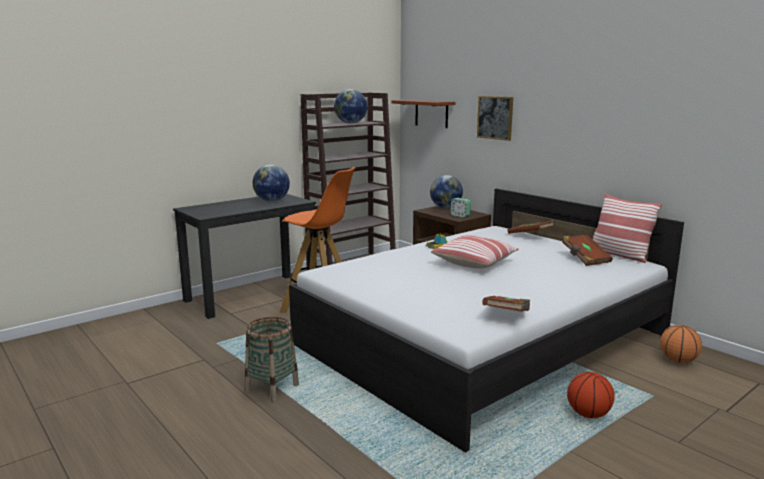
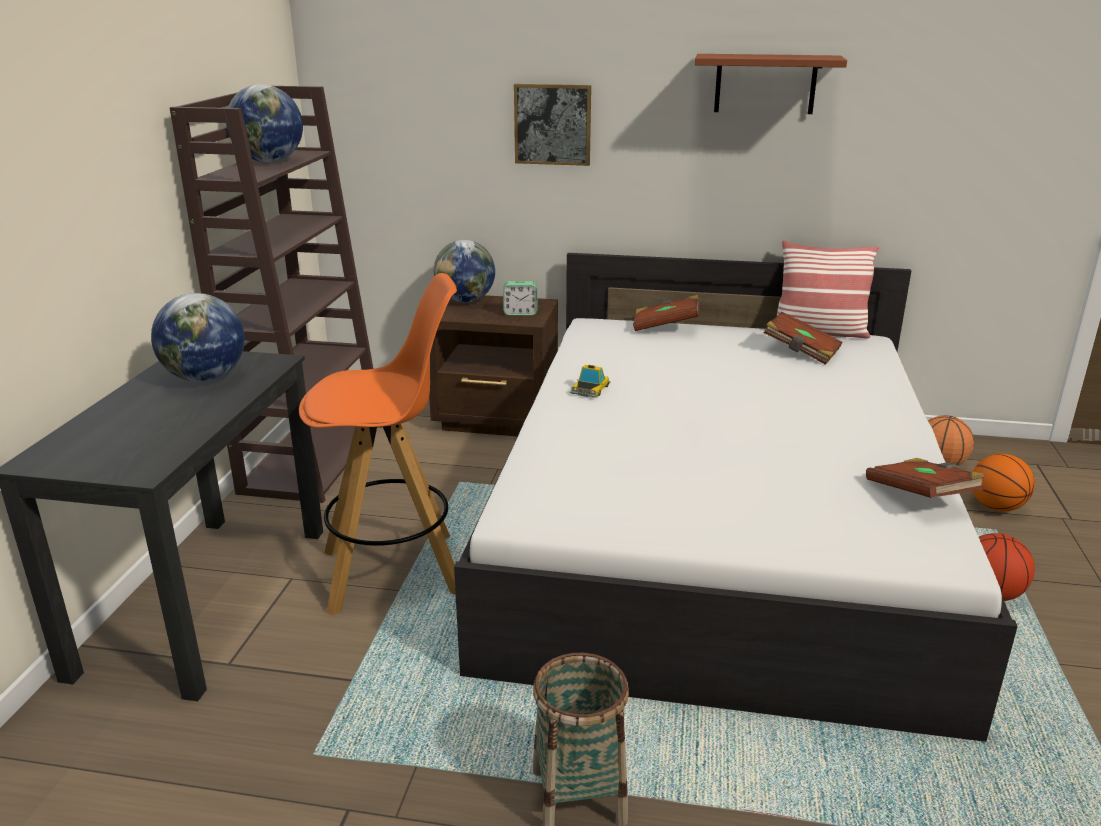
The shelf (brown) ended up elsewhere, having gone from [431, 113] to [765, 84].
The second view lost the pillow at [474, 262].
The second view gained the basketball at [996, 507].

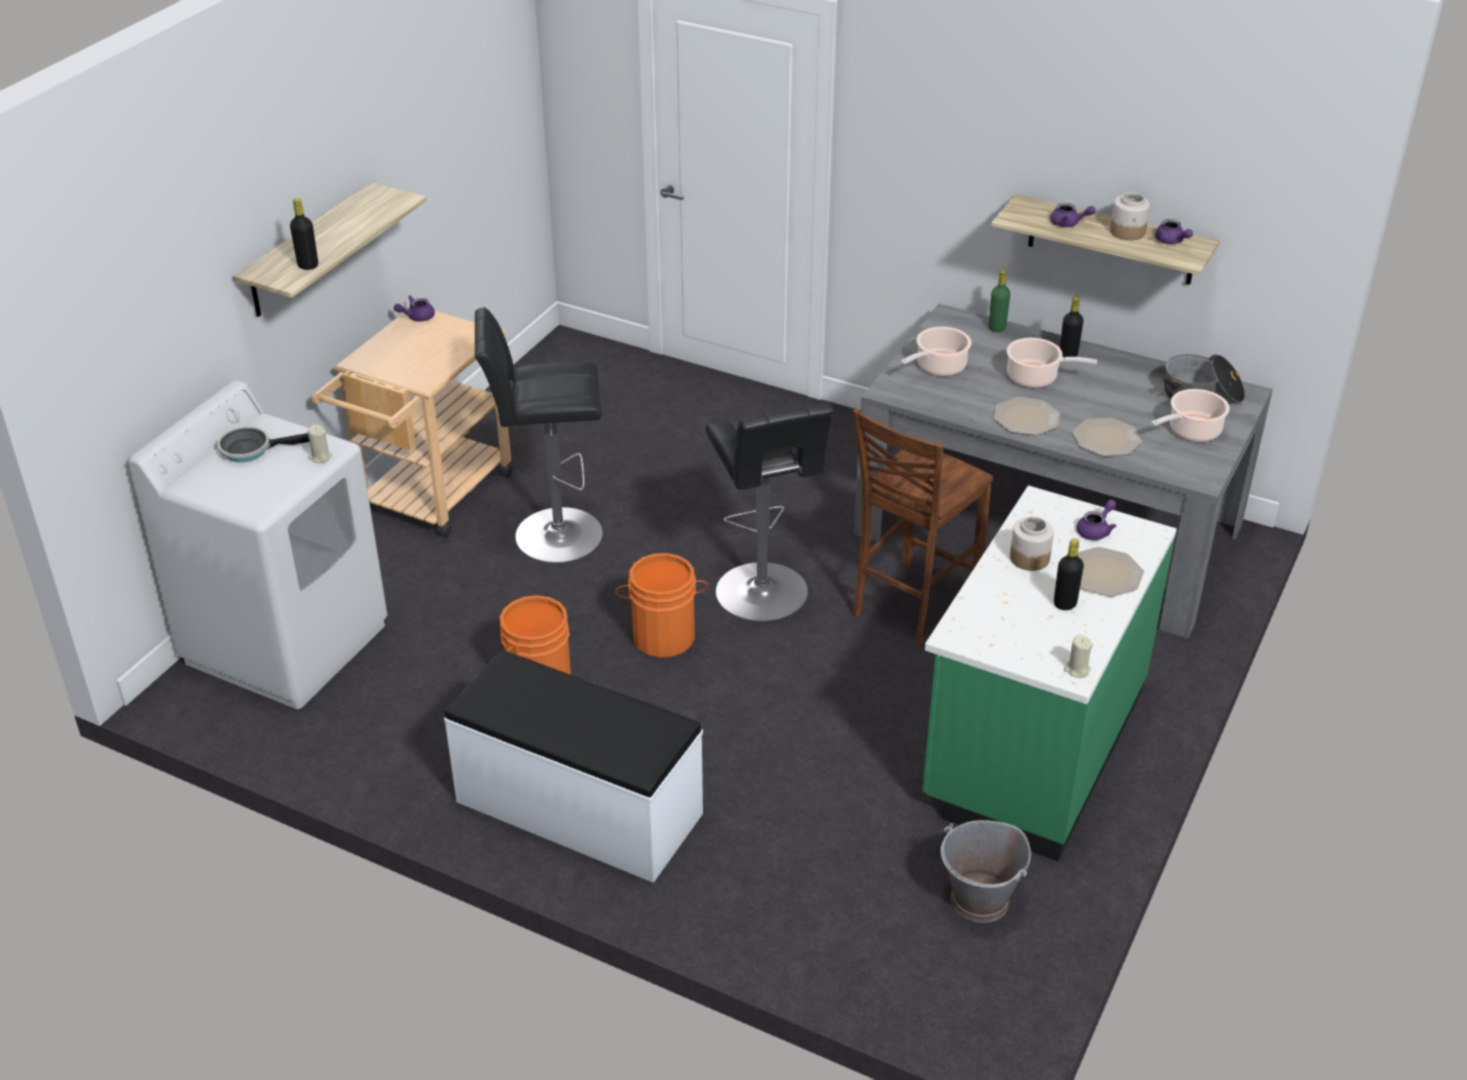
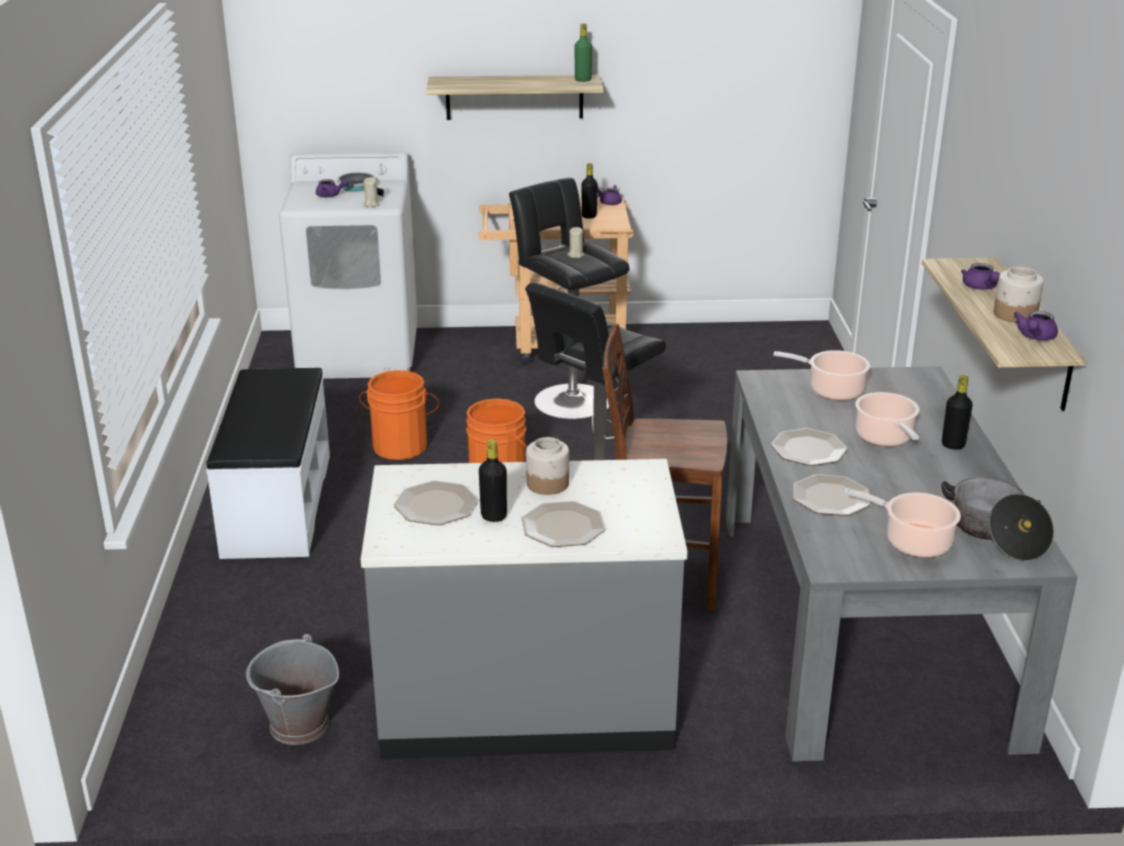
The bottle (black) ended up elsewhere, having gone from [308, 265] to [589, 216].
What was the counter (green) at [1031, 747] turned into the counter (grey) at [526, 700].
The bottle (green) ended up elsewhere, having gone from [997, 327] to [583, 80].
The candle (beige) ended up elsewhere, having gone from [1077, 670] to [575, 255].
The teapot (purple) ended up elsewhere, having gone from [1096, 530] to [331, 195].
The second view gained the plate at [436, 505].

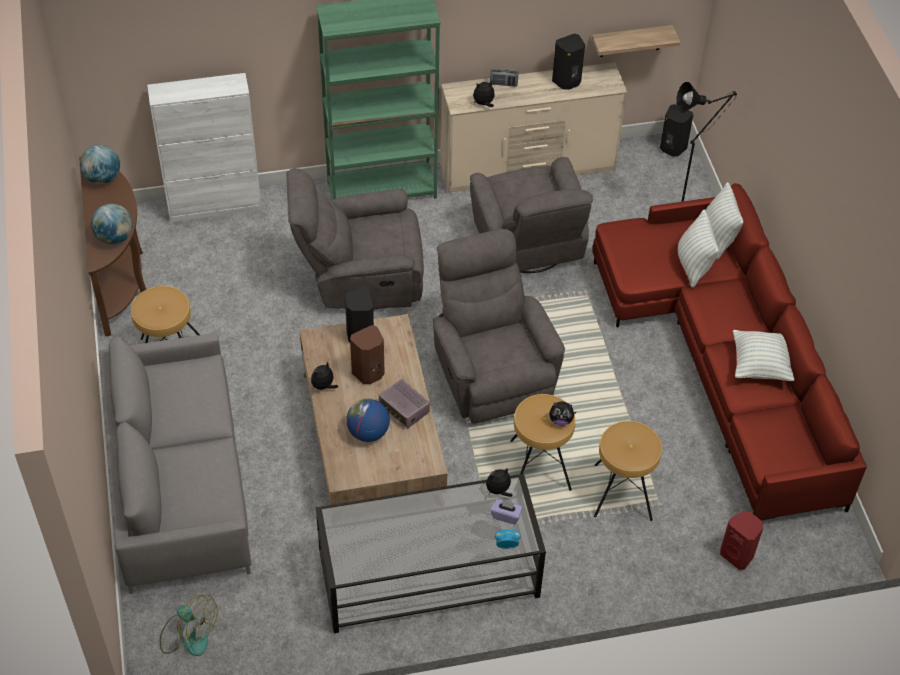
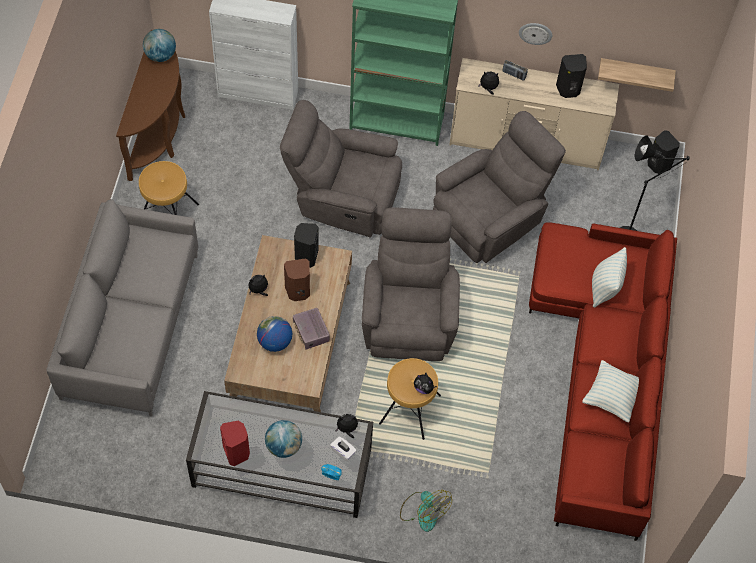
The globe ended up elsewhere, having gone from [115, 238] to [284, 446].
The fan ended up elsewhere, having gone from [188, 634] to [423, 511].
The armchair (grey) at [529, 249] ended up facing another way, 135 degrees counterclockwise from before.
What was the tissue box (purple) at [506, 515] turned into the tissue box (white) at [343, 451].
The second view lost the stool (brown) at [622, 492].
The second view lost the pillow at [717, 238].
The speaker (red) ended up elsewhere, having gone from [737, 555] to [237, 452].
The second view gained the wall clock at [535, 33].

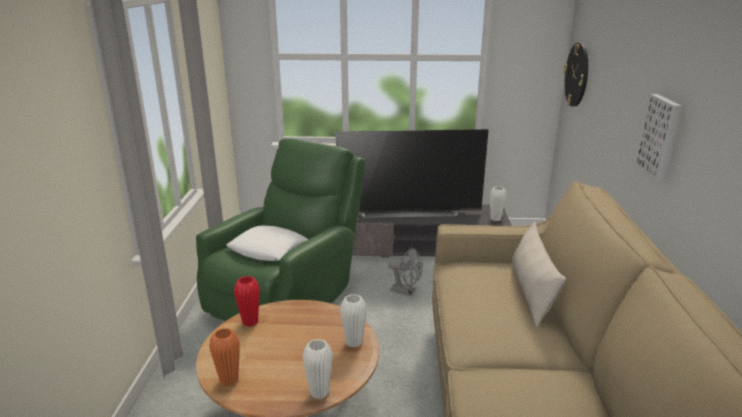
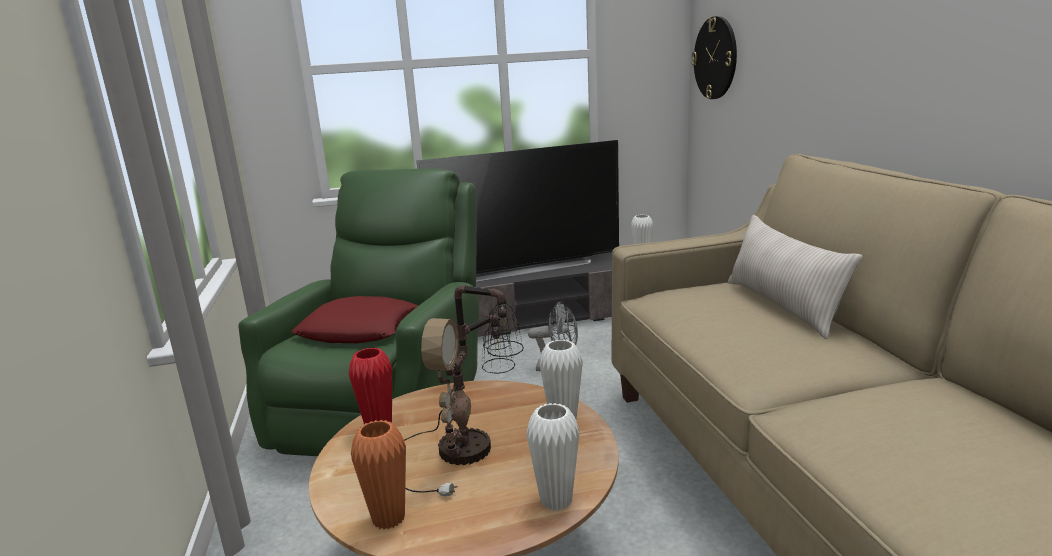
What was the pillow (white) at [268, 249] turned into the pillow (red) at [359, 330].
The second view lost the picture at [661, 137].
The second view gained the table lamp at [468, 448].

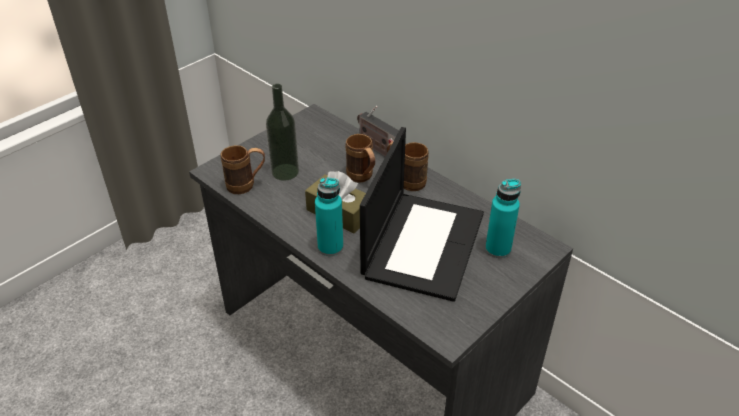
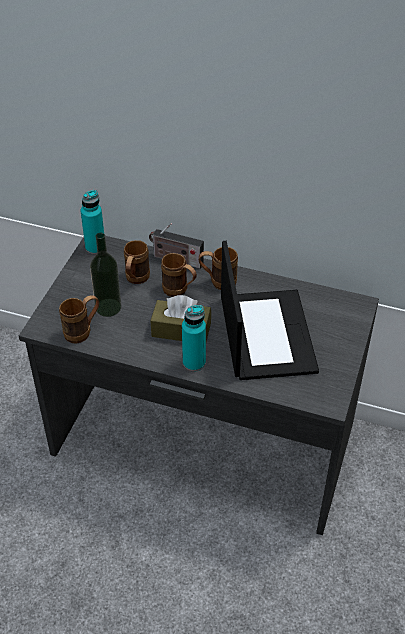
The bottle (turquoise) ended up elsewhere, having gone from [498, 249] to [95, 247].
The second view gained the mug (brown) at [135, 280].

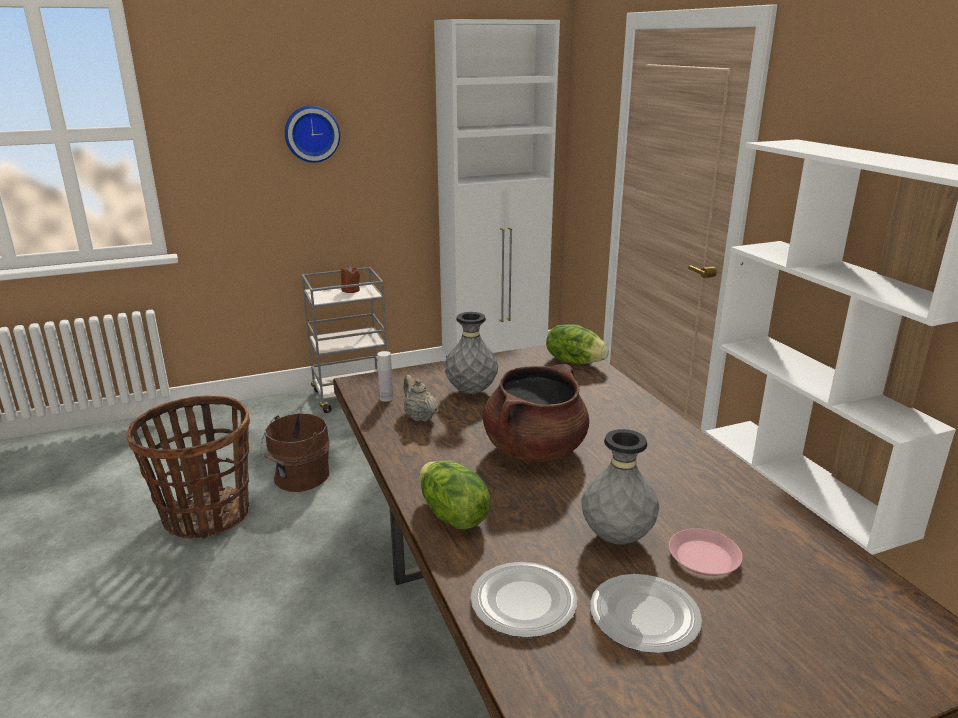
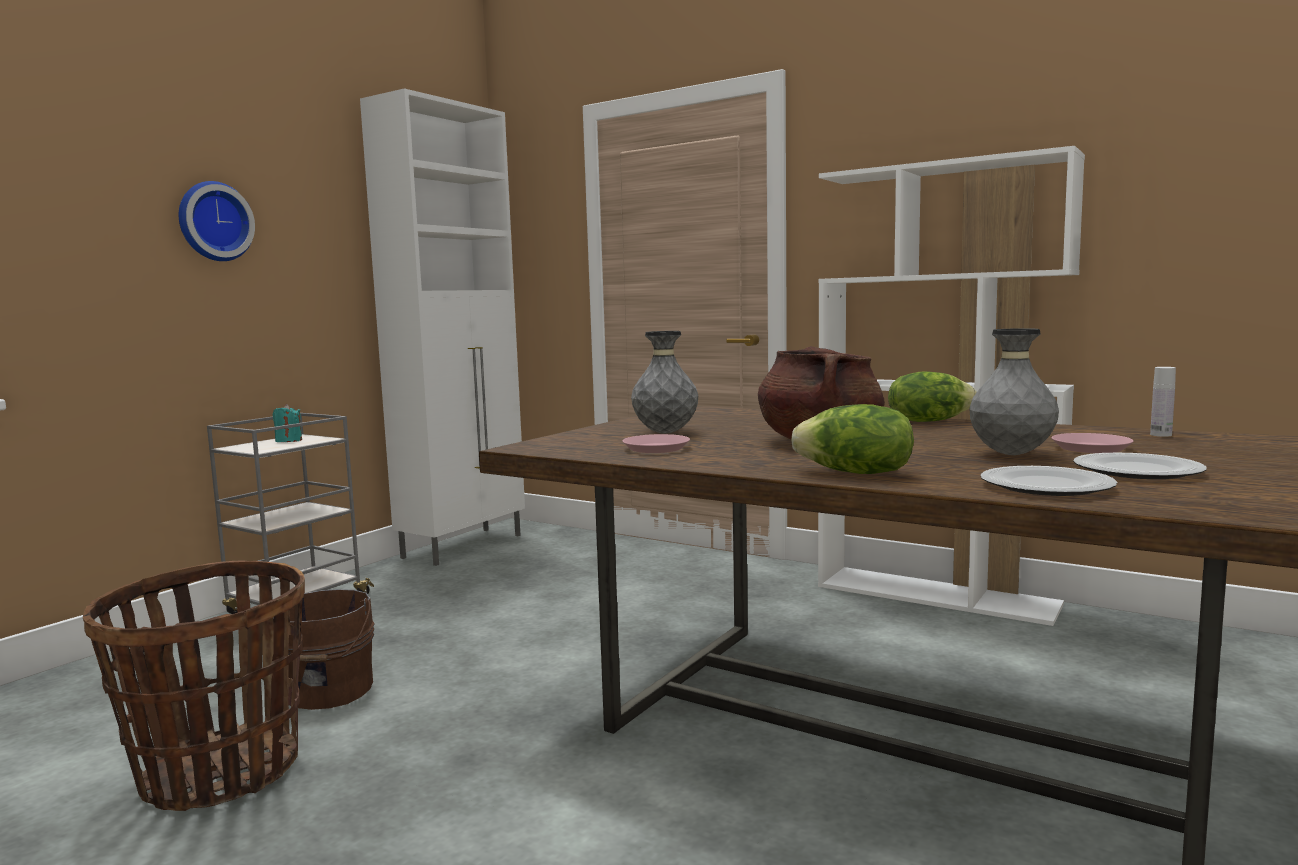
What was the candle (brown) at [351, 290] turned into the candle (turquoise) at [288, 440].
The bottle (white) ended up elsewhere, having gone from [386, 398] to [1161, 435].
Where the teapot (beige) stood at [420, 417], the plate (pink) came to stand at [656, 448].
The lettuce ended up elsewhere, having gone from [574, 361] to [928, 421].

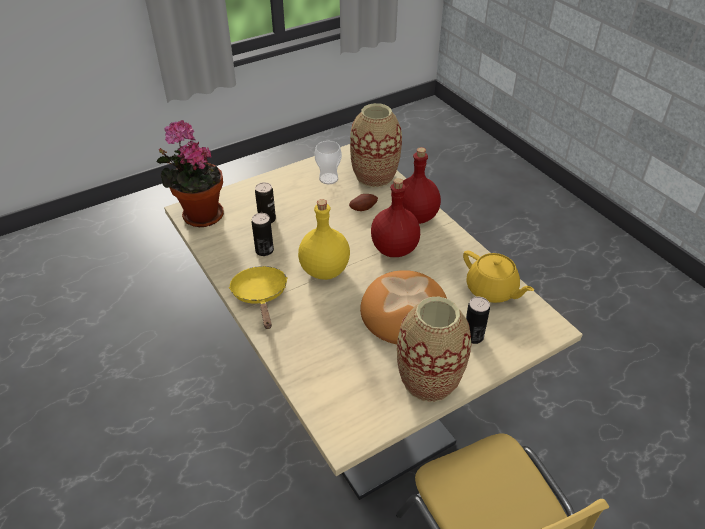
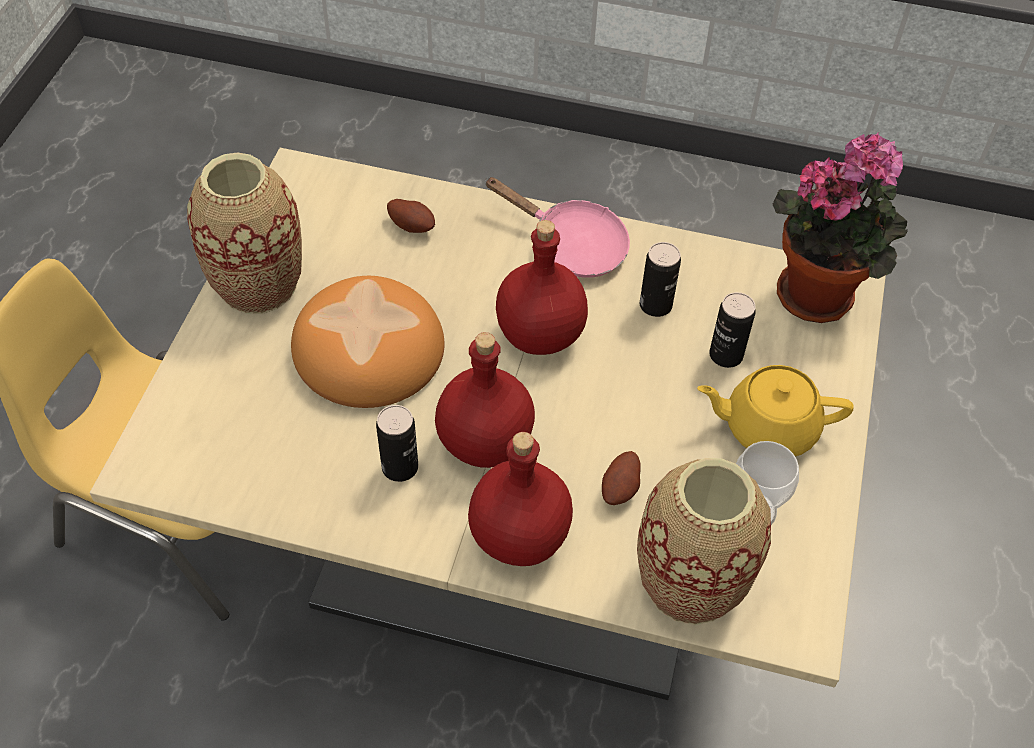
What was the frying pan (yellow) at [260, 296] turned into the frying pan (pink) at [571, 245].
What was the bottle (yellow) at [324, 271] turned into the bottle (red) at [540, 333].
The teapot (yellow) ended up elsewhere, having gone from [492, 290] to [768, 427].
The can ended up elsewhere, having gone from [473, 336] to [400, 467].
The second view gained the potato at [412, 225].

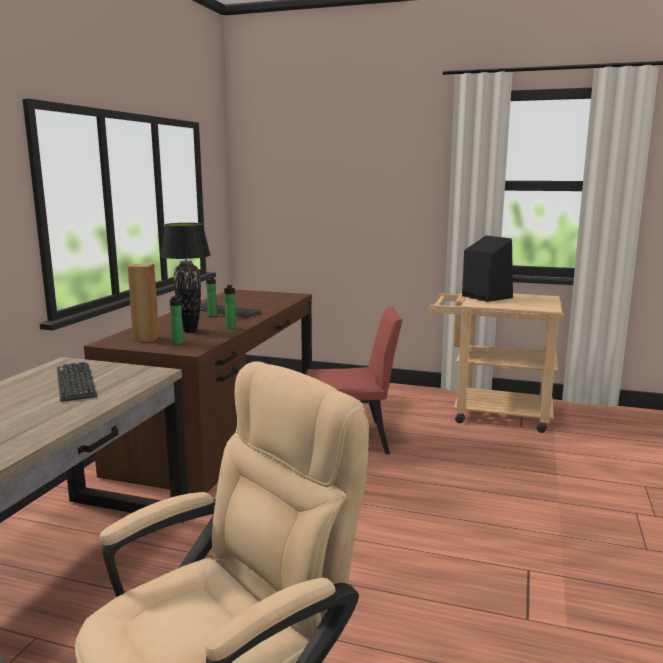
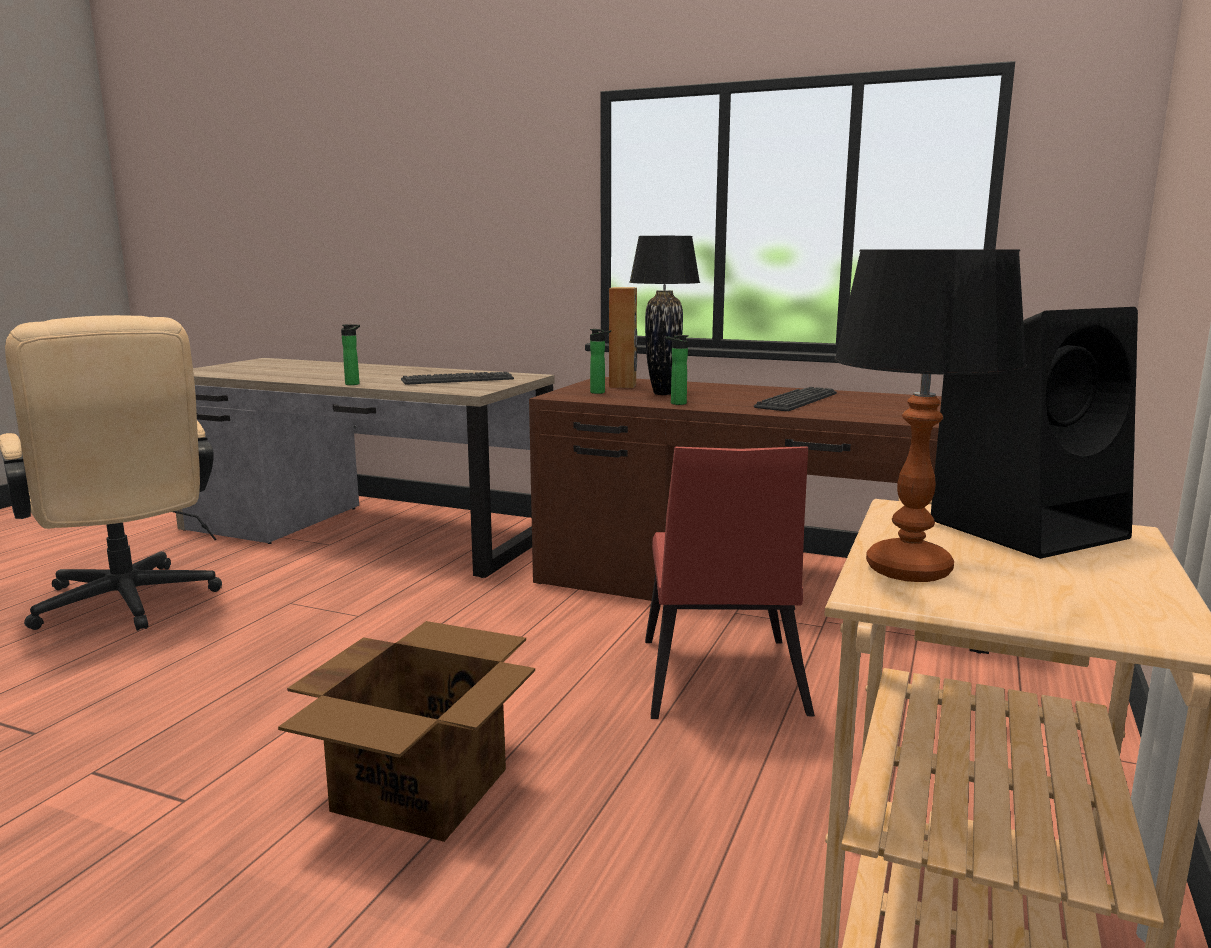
The bottle ended up elsewhere, having gone from [211, 315] to [354, 384].
The second view gained the cardboard box at [423, 788].
The second view gained the table lamp at [907, 569].

